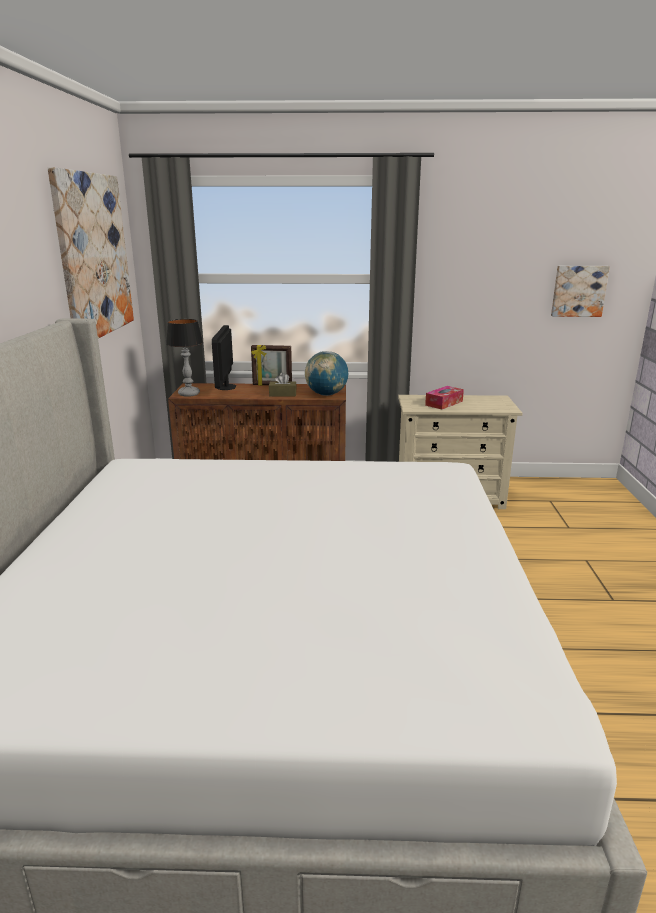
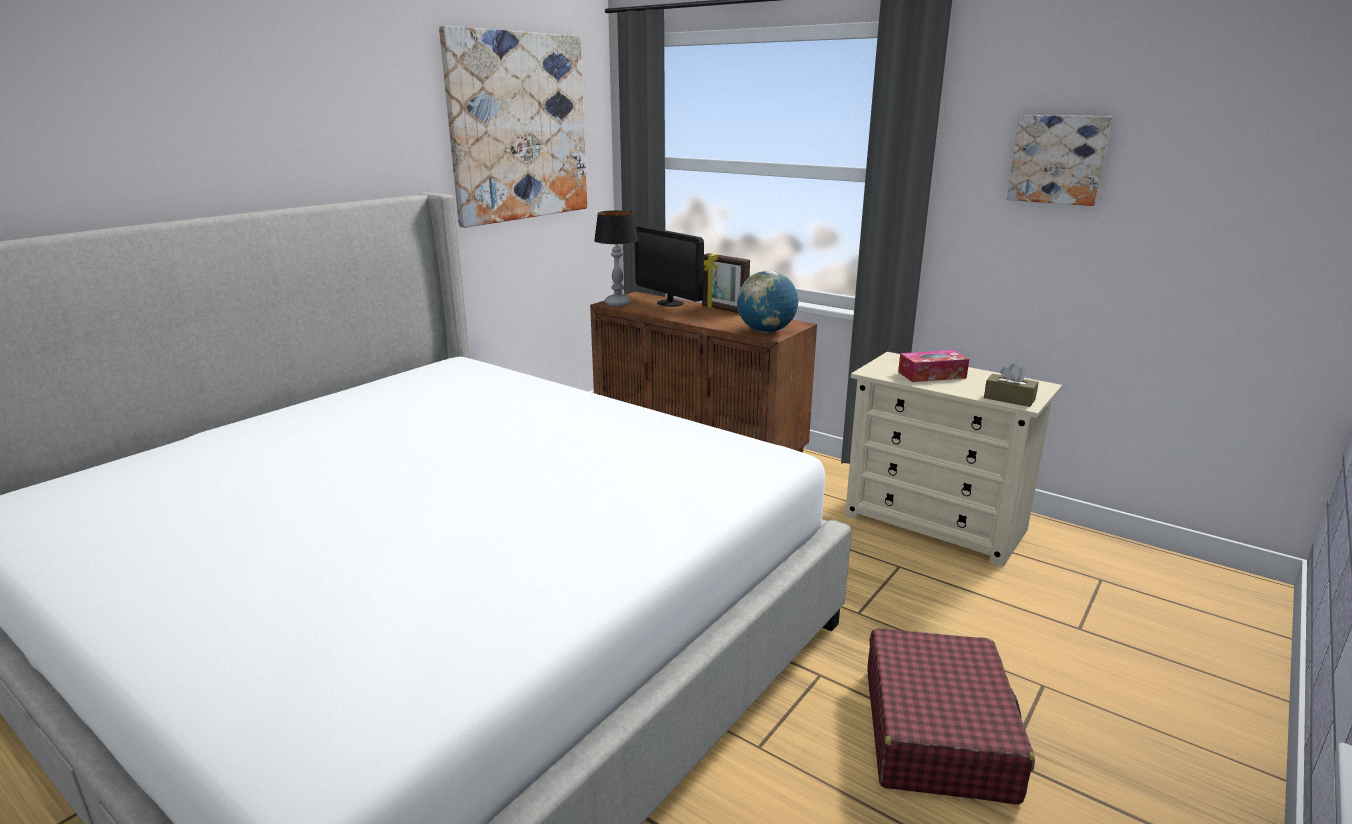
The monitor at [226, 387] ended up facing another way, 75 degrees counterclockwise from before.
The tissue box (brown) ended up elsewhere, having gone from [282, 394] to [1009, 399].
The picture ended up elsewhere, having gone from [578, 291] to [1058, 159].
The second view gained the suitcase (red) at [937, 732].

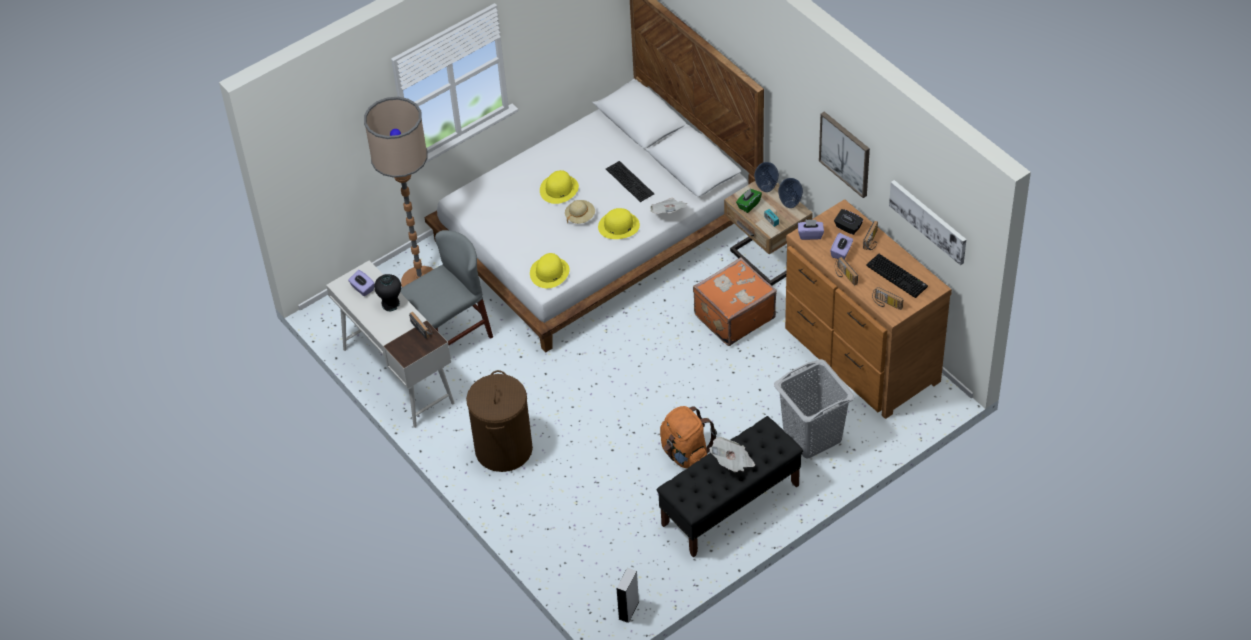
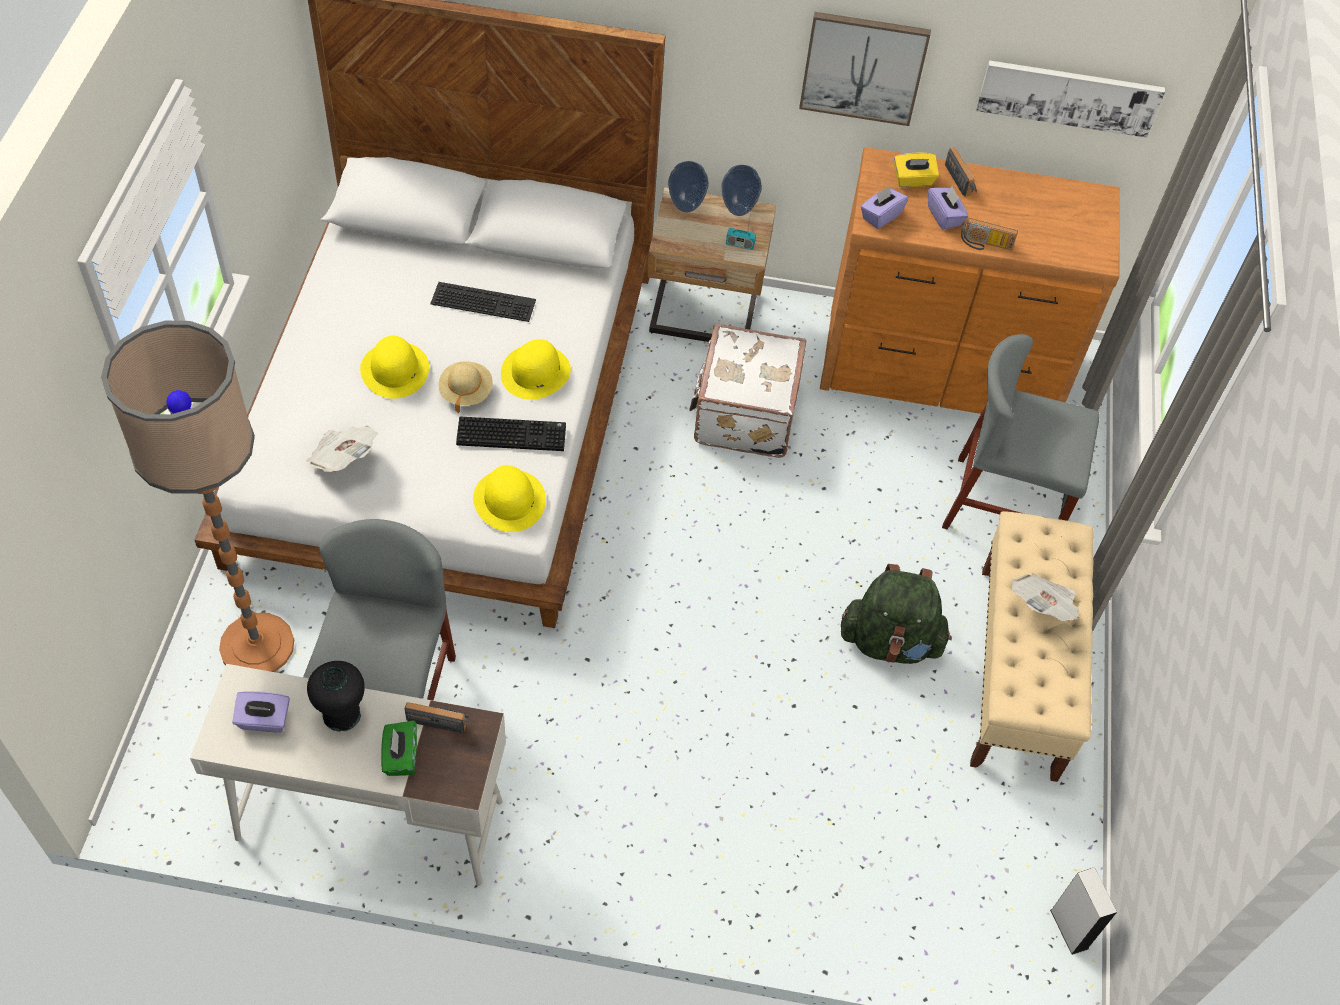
The second view lost the laundry basket (brown) at [503, 449].
The newspaper ended up elsewhere, having gone from [668, 213] to [344, 458].
What was the bench (black) at [730, 505] turned into the bench (beige) at [1018, 672].
What was the backpack (orange) at [686, 454] turned into the backpack (green) at [890, 641].
What was the suitcase (orange) at [733, 316] turned into the suitcase (white) at [743, 414].
The tissue box (green) ended up elsewhere, having gone from [748, 205] to [400, 757].
Where the laundry basket (grey) stood at [812, 435], the chair (grey) came to stand at [1003, 506].
What was the tissue box (black) at [848, 227] turned into the tissue box (yellow) at [913, 180].
The keyboard ended up elsewhere, having gone from [898, 276] to [512, 434].
The second view lost the radio at [886, 304].

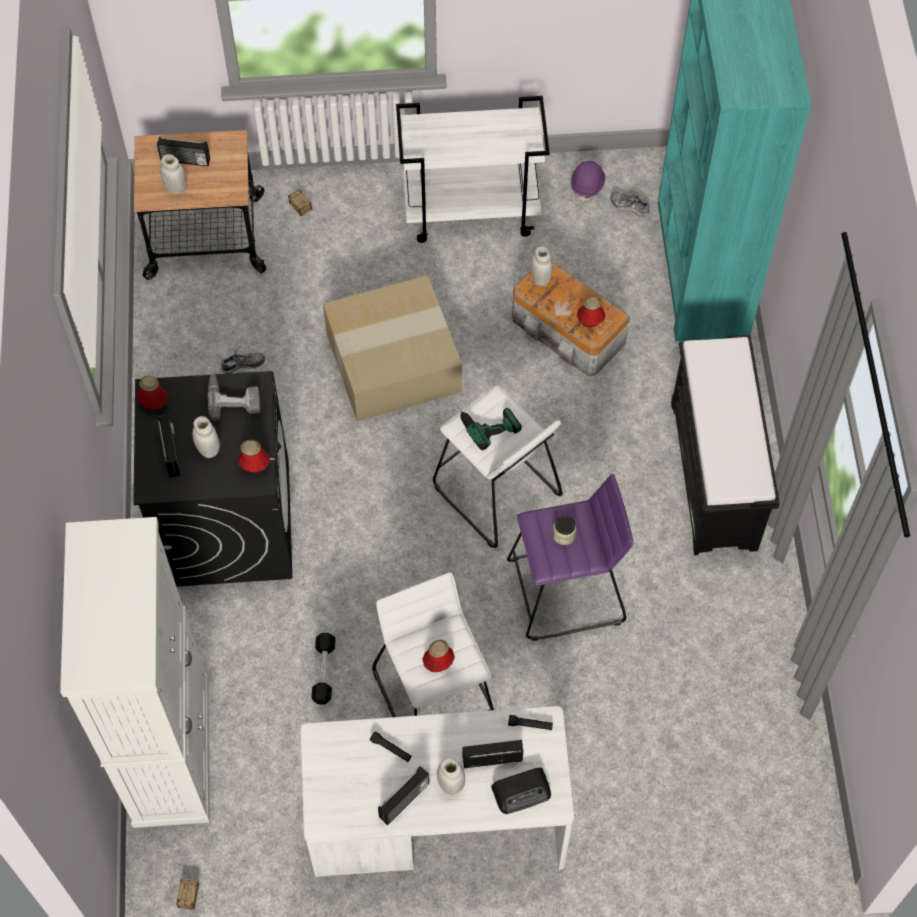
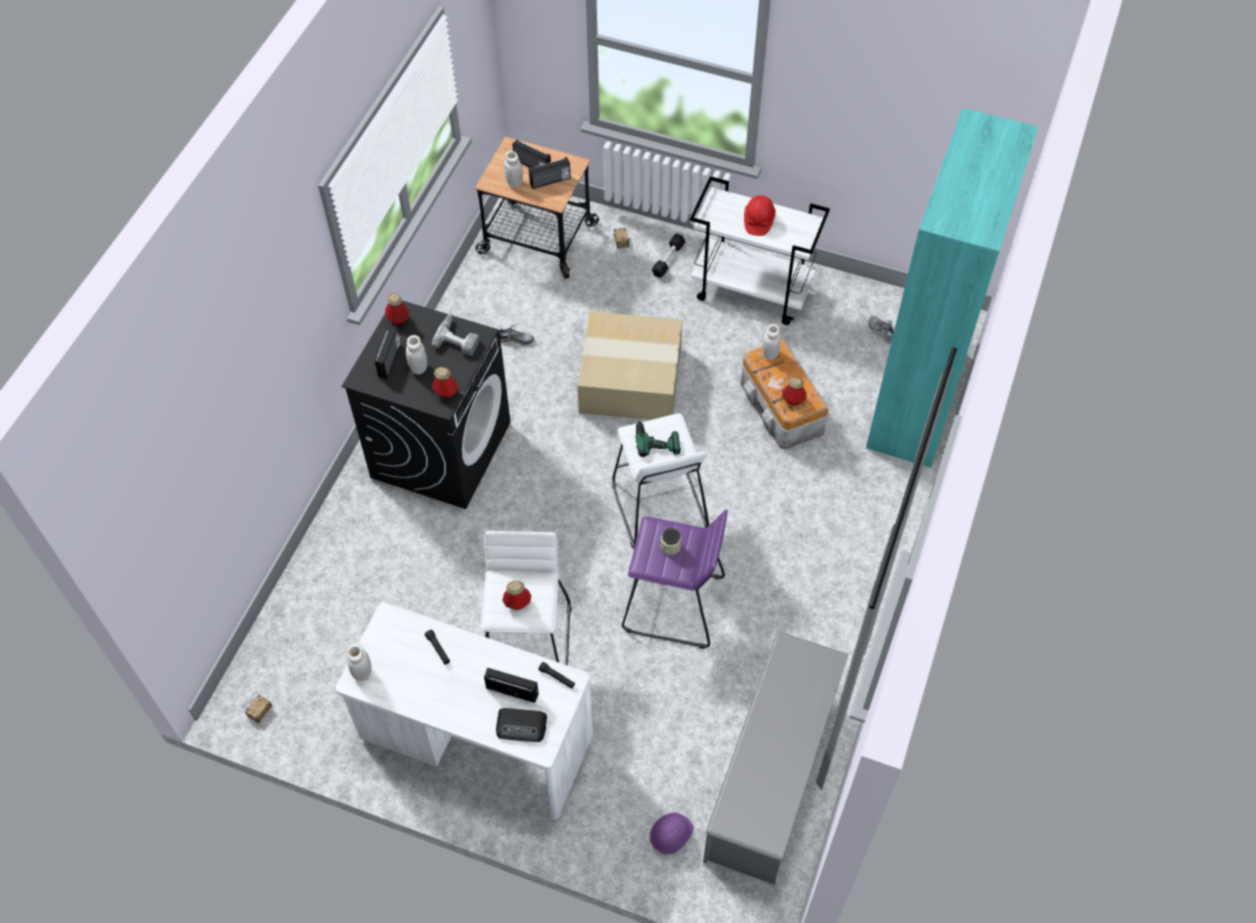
The second view lost the cabinet (white) at [171, 750].
The dumbbell (black) ended up elsewhere, having gone from [324, 671] to [668, 260].
The radio ended up elsewhere, having gone from [405, 801] to [550, 181].
The jar (white) ended up elsewhere, having gone from [451, 784] to [362, 672].
The hard hat (purple) ended up elsewhere, having gone from [588, 184] to [671, 835].
The second view lost the bench (black) at [714, 476].
The second view gained the shoe rack (grey) at [771, 778].
The second view gained the hard hat (red) at [758, 221].

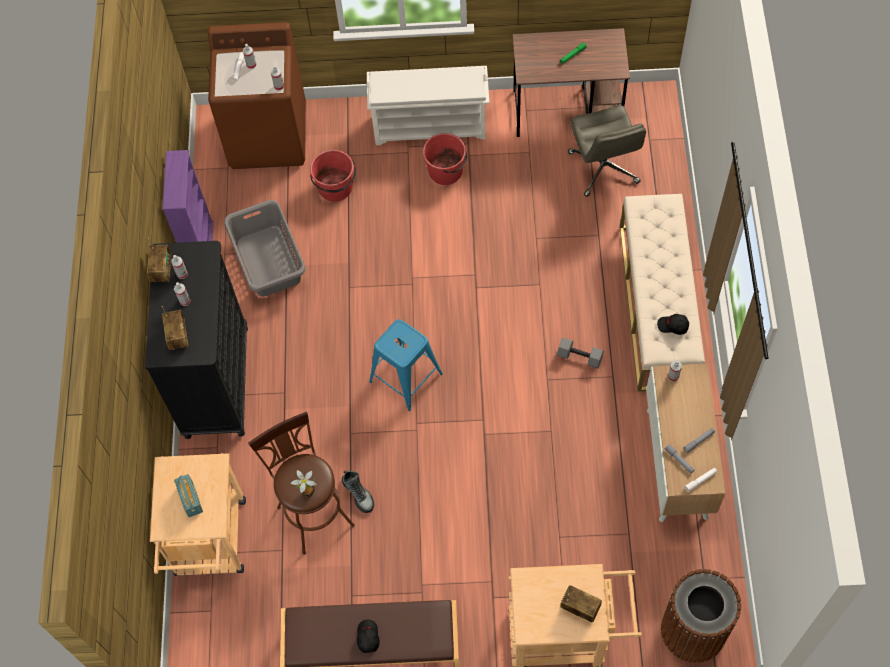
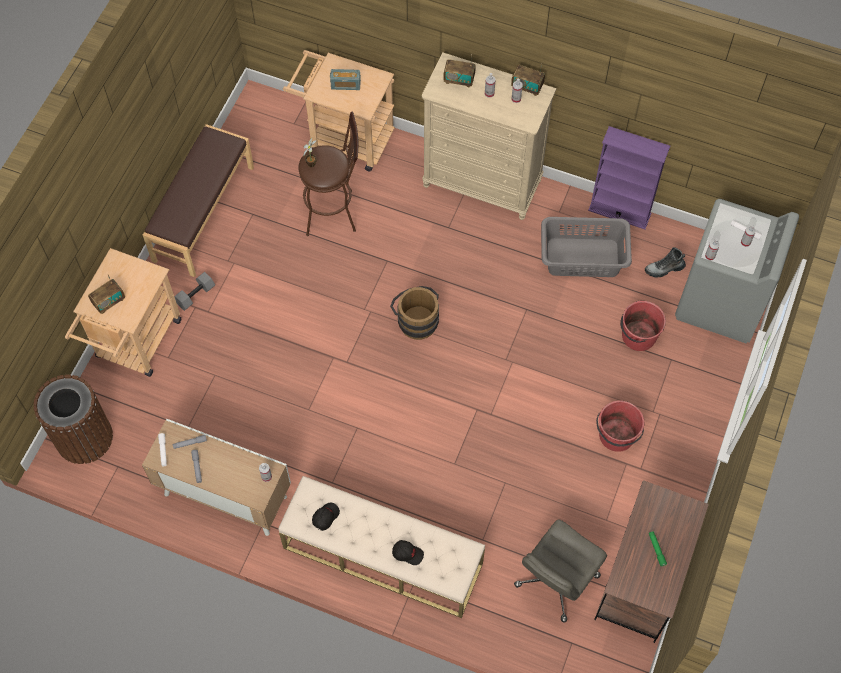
What was the dresser (black) at [216, 382] turned into the dresser (beige) at [482, 183].
What was the washing machine (brown) at [268, 136] turned into the washing machine (grey) at [721, 302].
The boot ended up elsewhere, having gone from [358, 494] to [664, 269].
The cap (black) ended up elsewhere, having gone from [367, 637] to [407, 553].
The second view lost the shoe rack (white) at [431, 126].
Where the stool (blue) stood at [406, 377], the bucket (brown) came to stand at [416, 320].
The dumbbell (grey) ended up elsewhere, having gone from [579, 357] to [195, 294].
The office chair (grey) at [604, 168] ended up facing another way, 60 degrees counterclockwise from before.

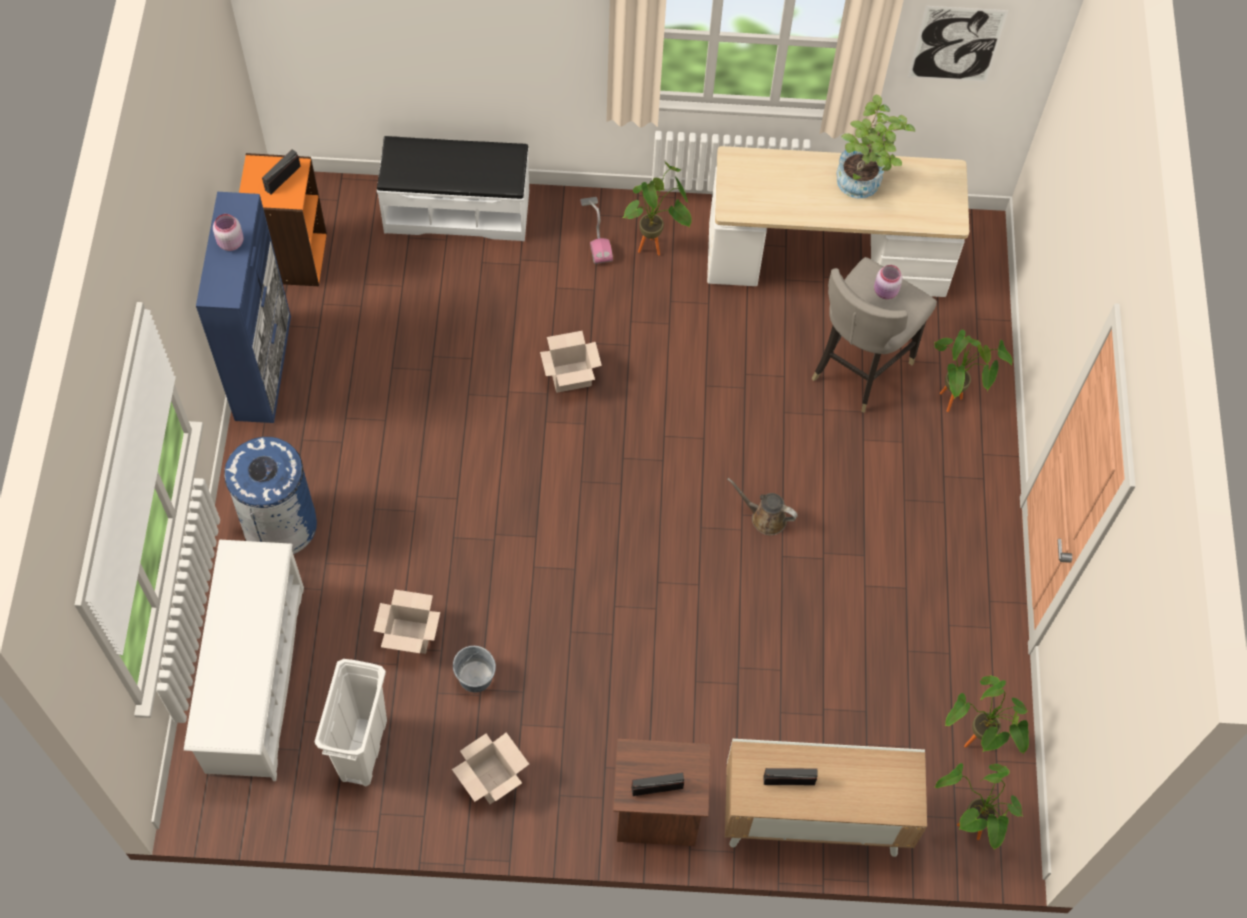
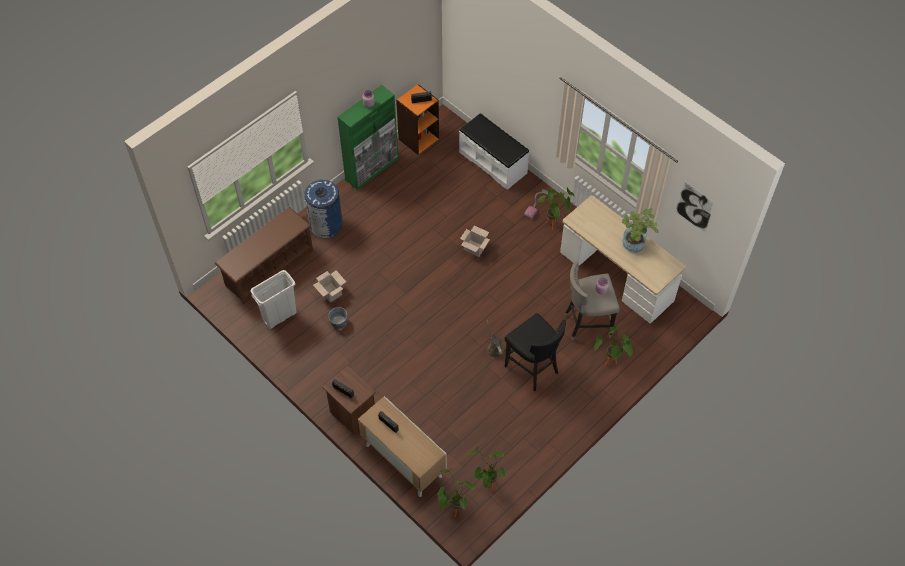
What was the shoe rack (white) at [255, 679] turned into the shoe rack (brown) at [269, 268].
What was the cabinet (blue) at [263, 367] turned into the cabinet (green) at [372, 169].
The second view lost the cardboard box at [491, 778].
The second view gained the stool (black) at [532, 368].

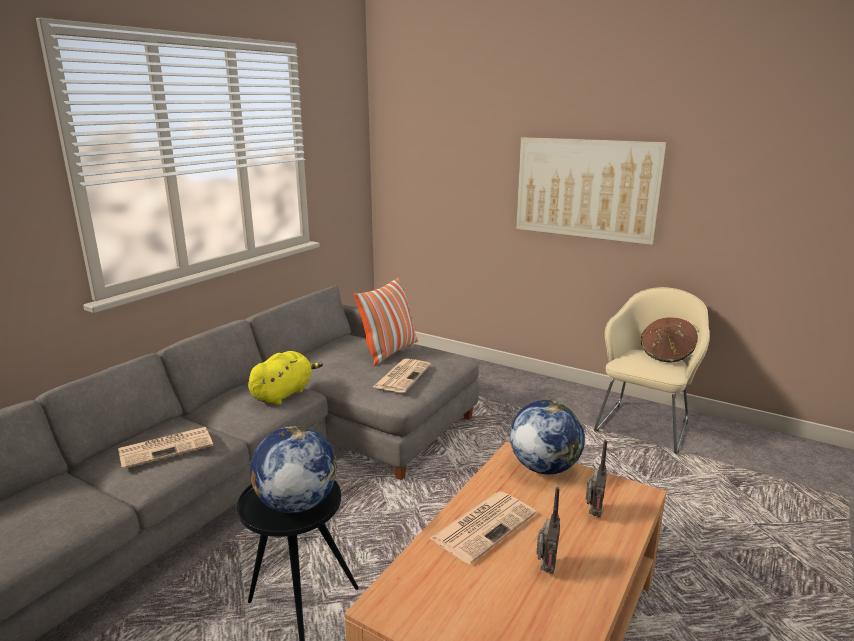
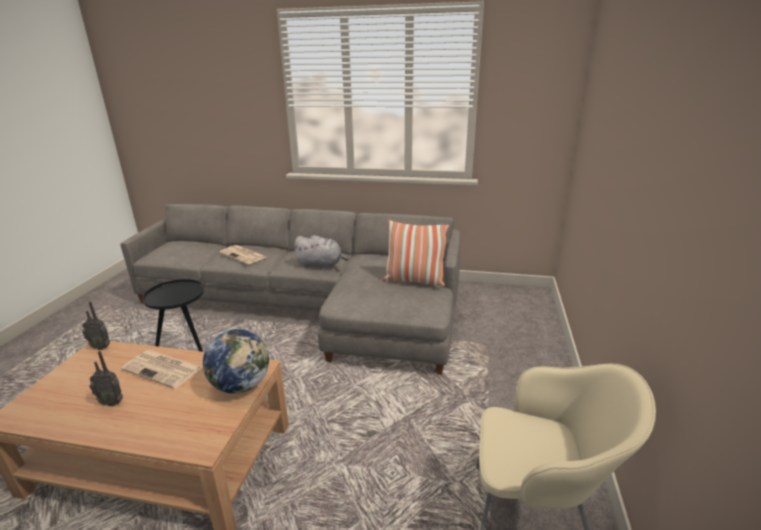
What was the plush toy (yellow) at [284, 393] turned into the plush toy (grey) at [321, 265].
The second view lost the globe at [296, 504].
The second view lost the newspaper at [402, 376].
The second view lost the picture at [586, 188].
The radio ended up elsewhere, having gone from [592, 514] to [101, 347].
The second view lost the hat (brown) at [667, 354].

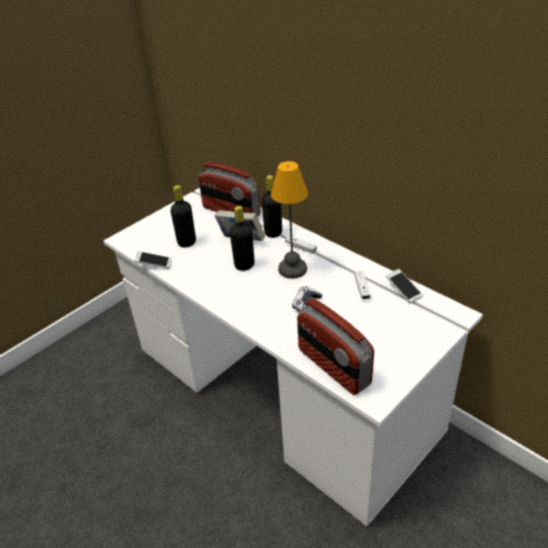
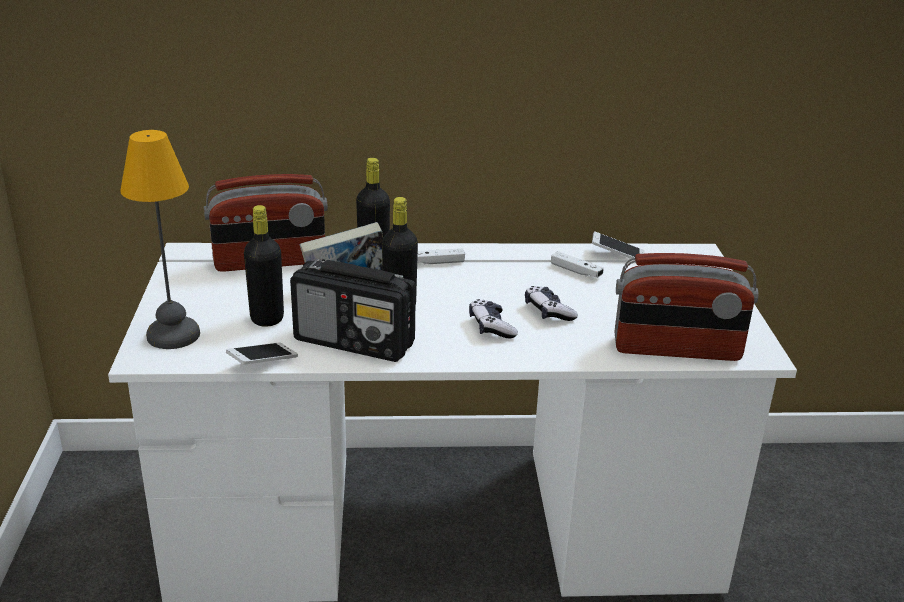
The table lamp ended up elsewhere, having gone from [291, 269] to [171, 335].
The second view gained the radio at [355, 342].
The second view gained the game controller at [491, 327].

